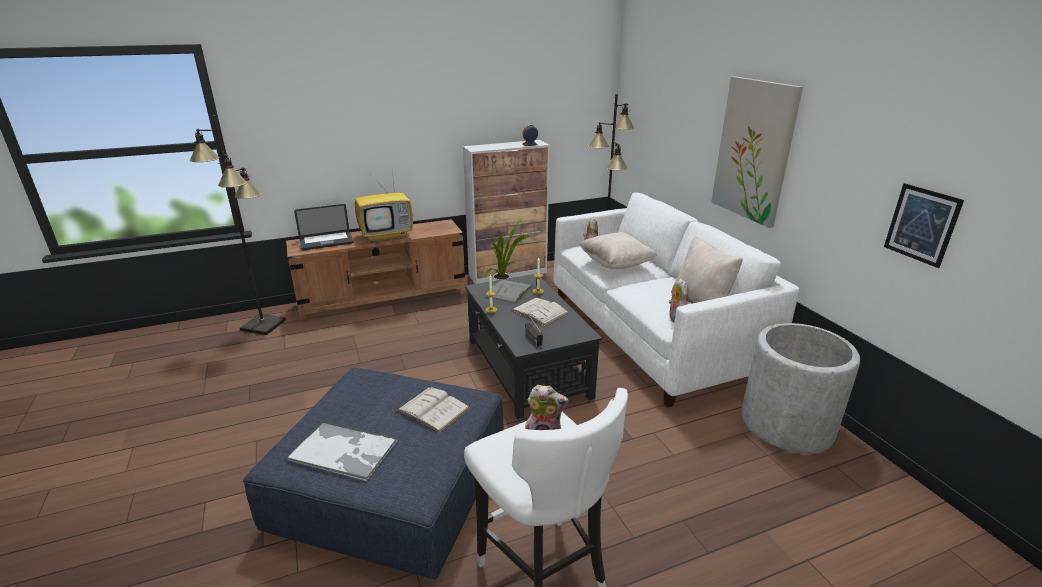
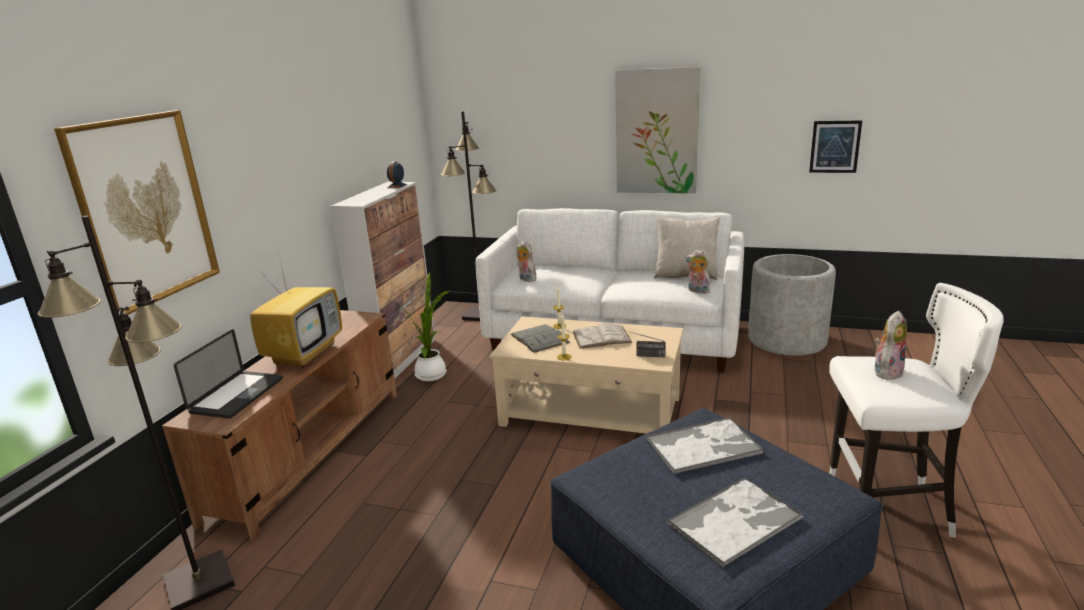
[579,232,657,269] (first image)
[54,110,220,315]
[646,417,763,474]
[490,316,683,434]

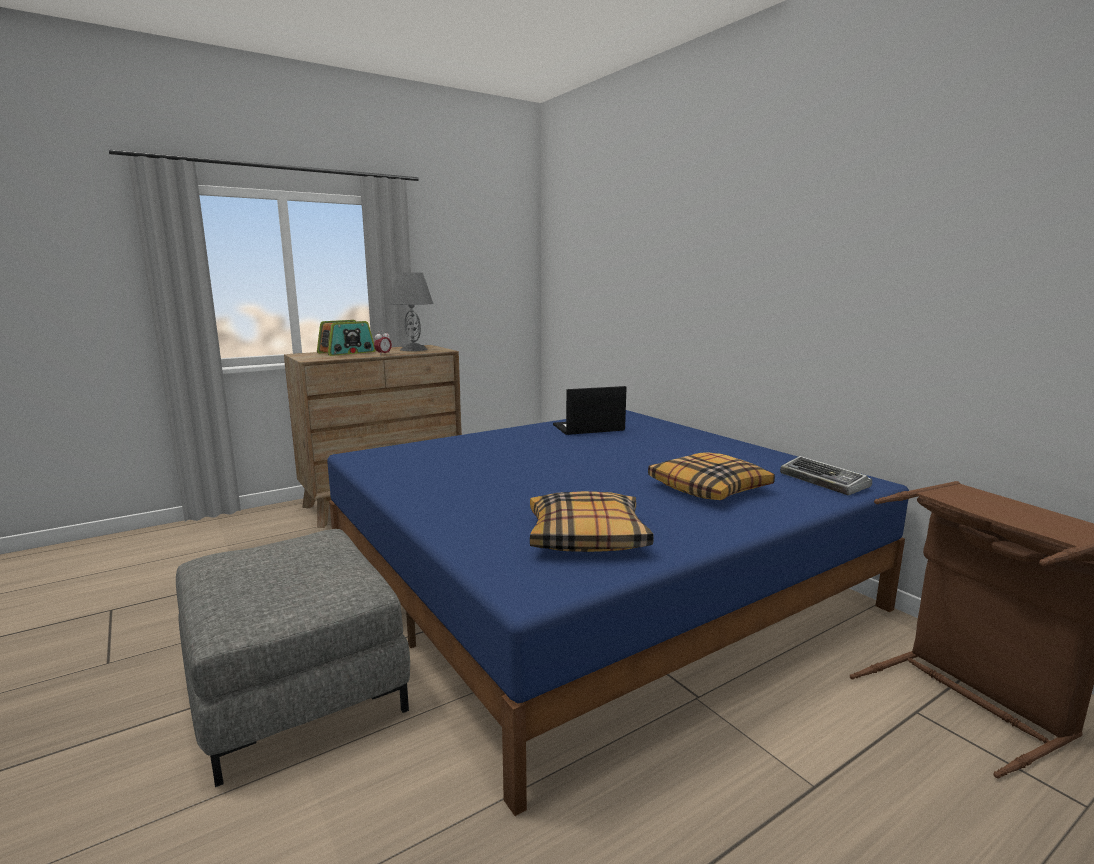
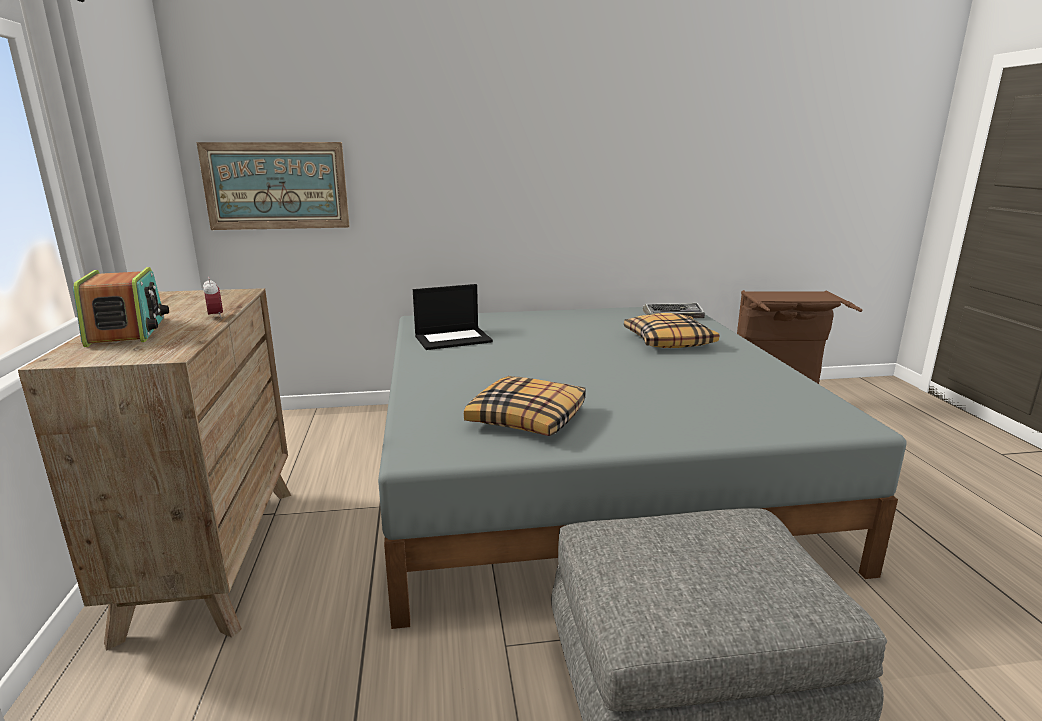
[389,272,434,351] (first image)
[197,142,350,230]
[464,376,585,436]
[378,307,907,629]
[413,284,493,350]

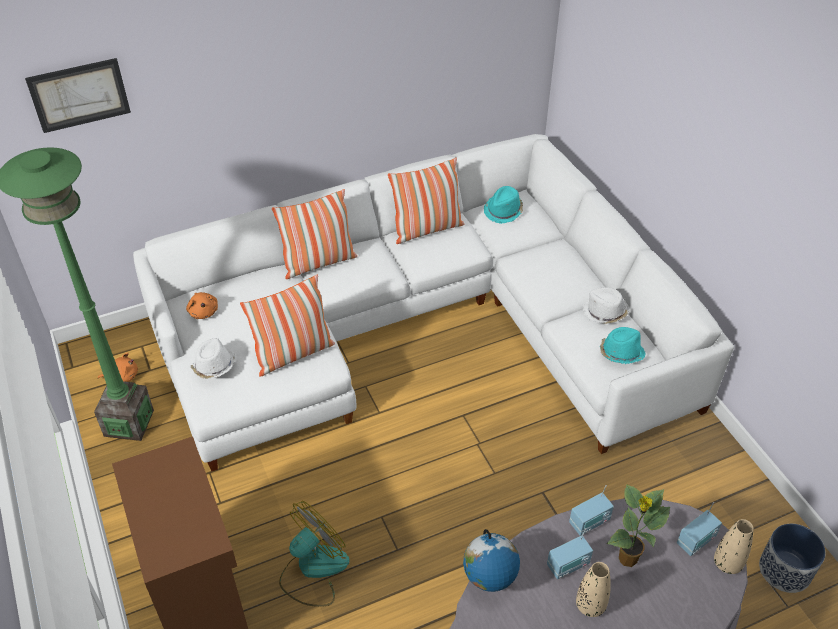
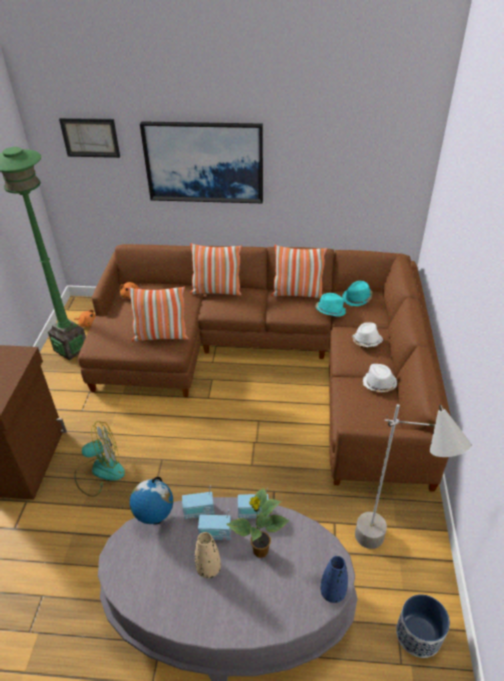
[140,121,263,203]
[355,404,471,549]
[352,322,383,347]
[315,293,346,317]
[182,485,215,519]
[78,244,451,492]
[321,556,348,603]

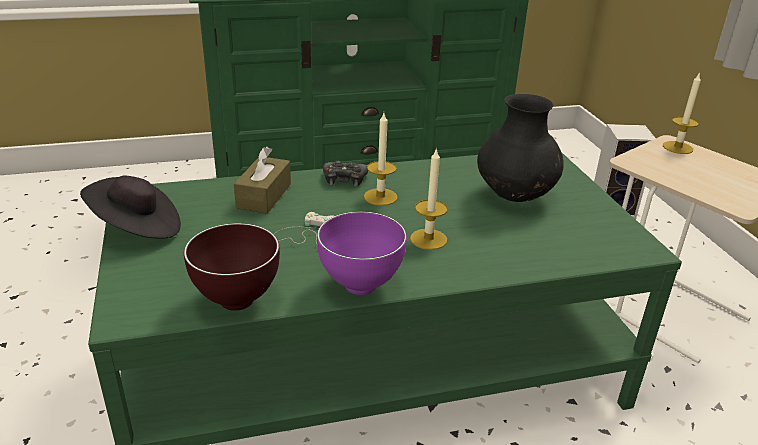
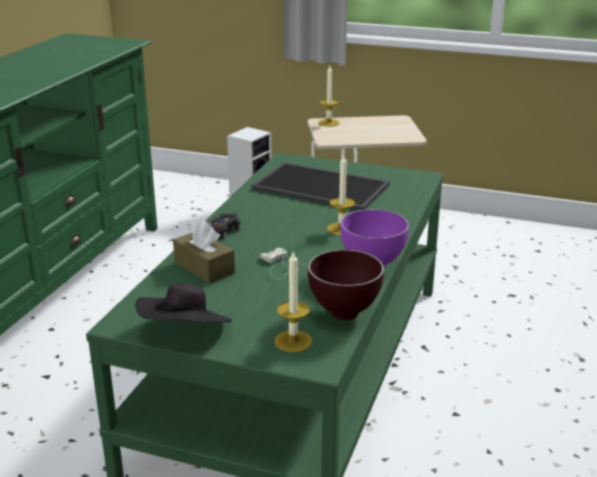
[275,252,312,352]
[252,162,390,210]

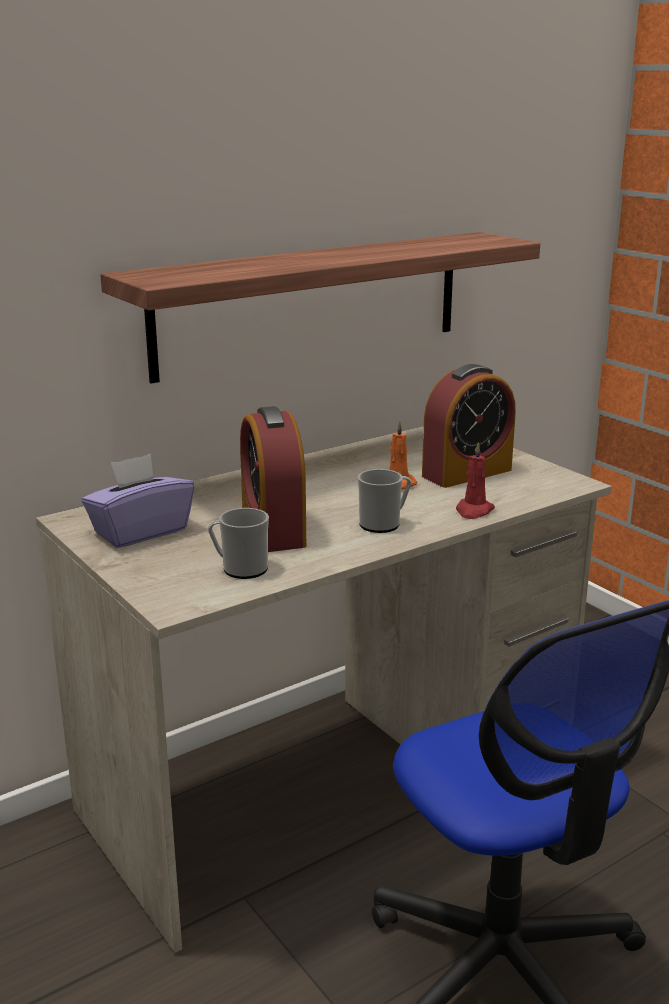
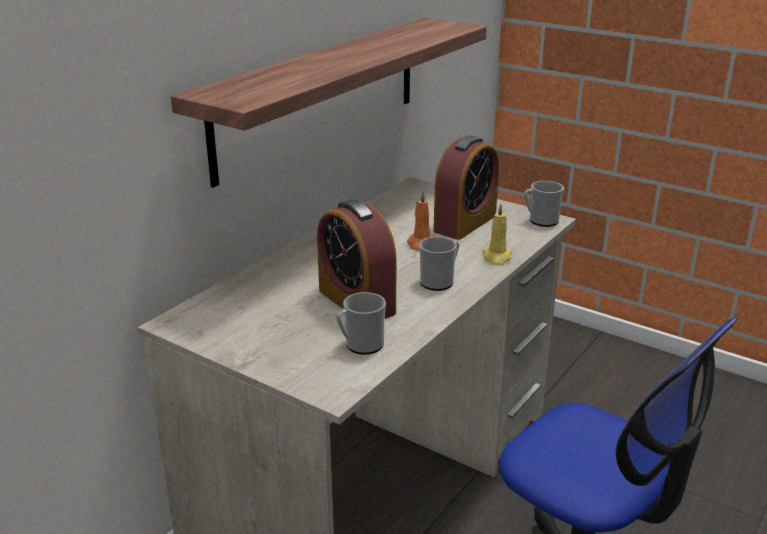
[82,454,194,548] (first image)
[524,181,564,227]
[483,204,512,266]

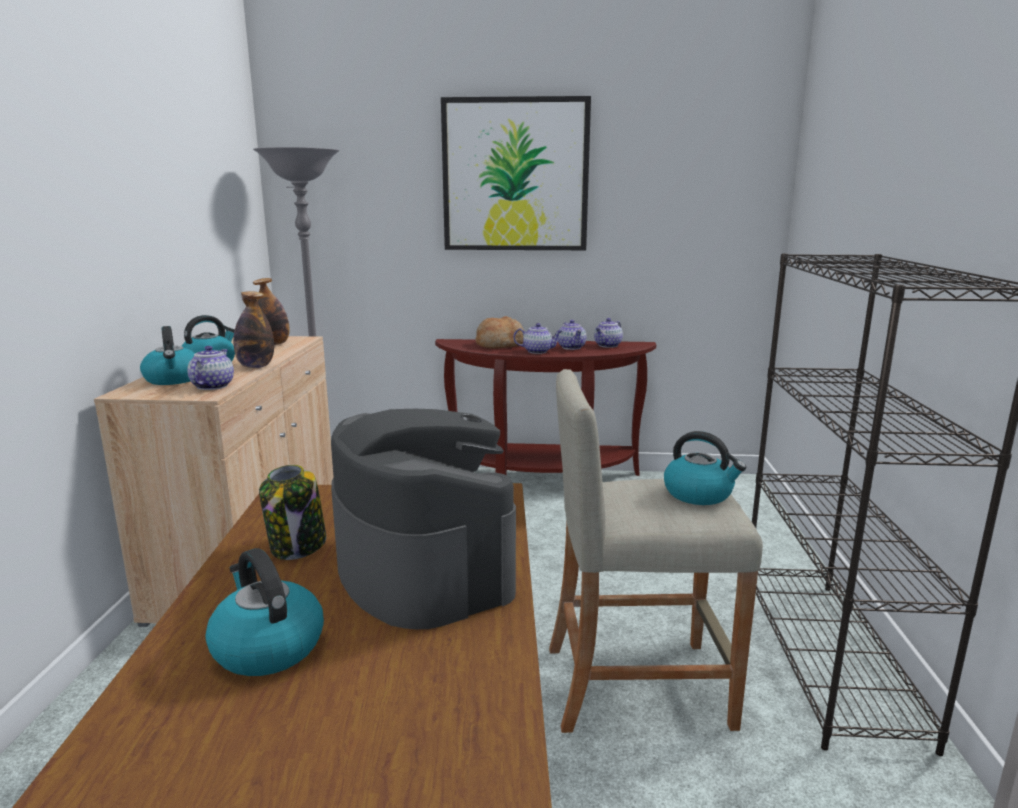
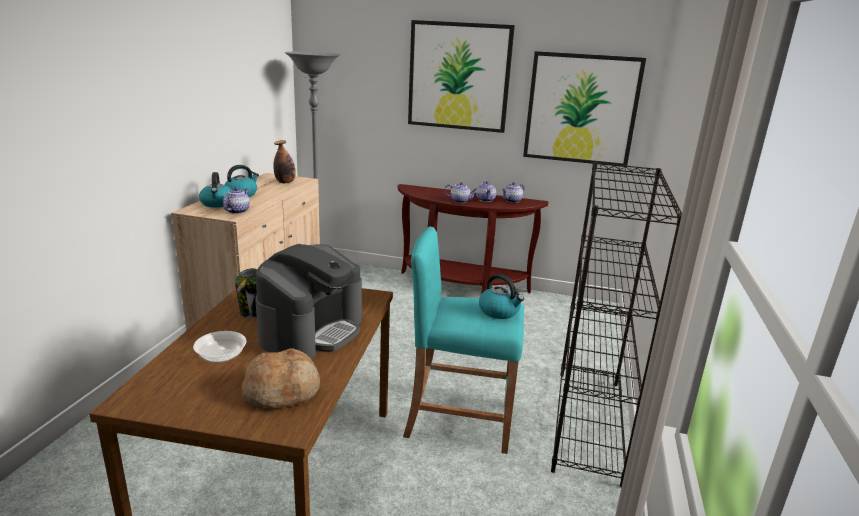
[233,291,274,368] (first image)
[523,51,646,167]
[242,348,320,409]
[193,331,247,363]
[403,226,524,454]
[255,244,362,359]

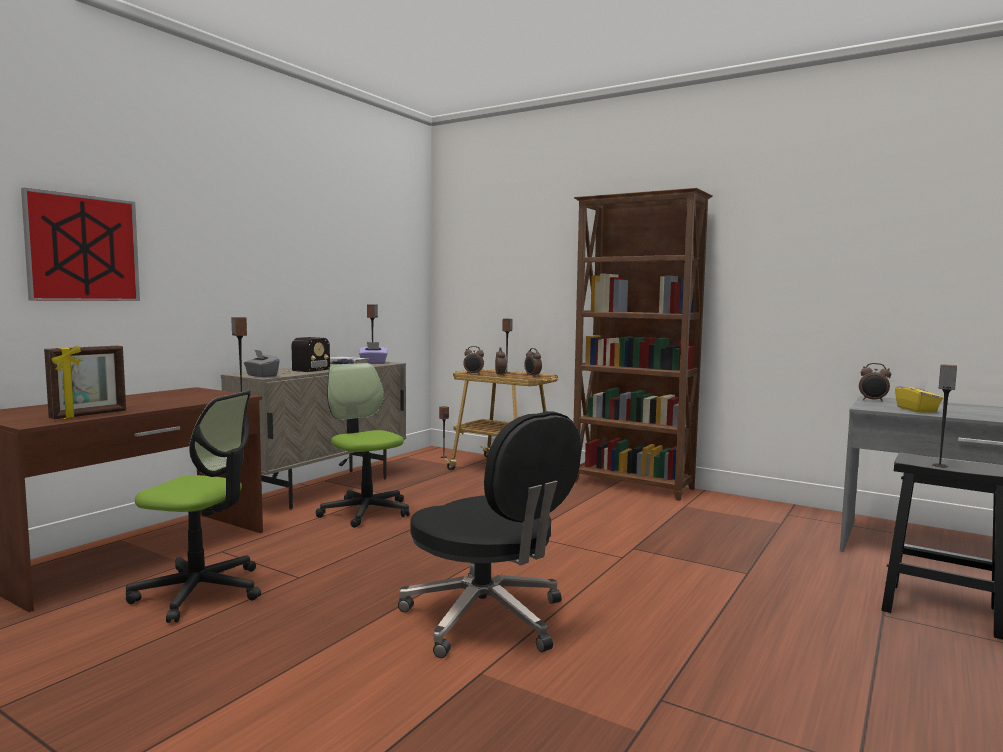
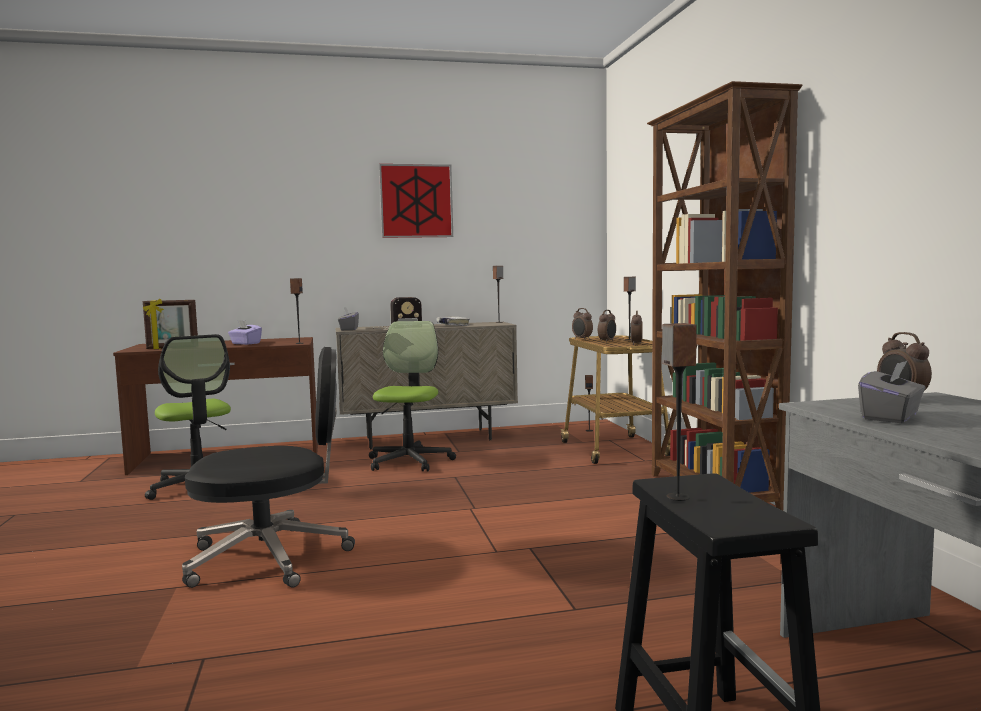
[379,164,453,238]
[228,320,262,345]
[858,360,925,423]
[182,347,355,588]

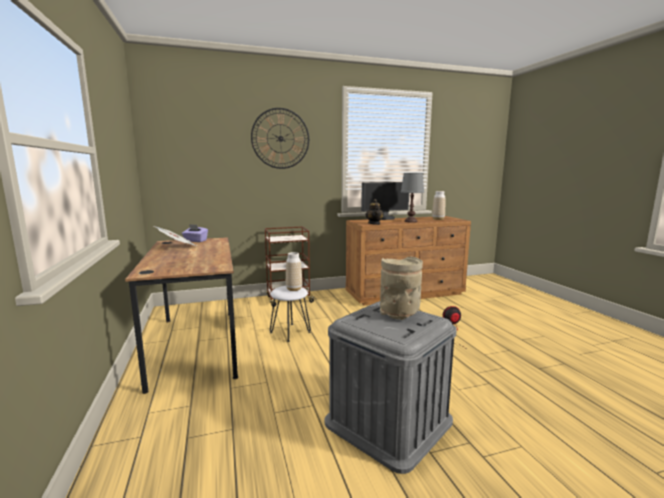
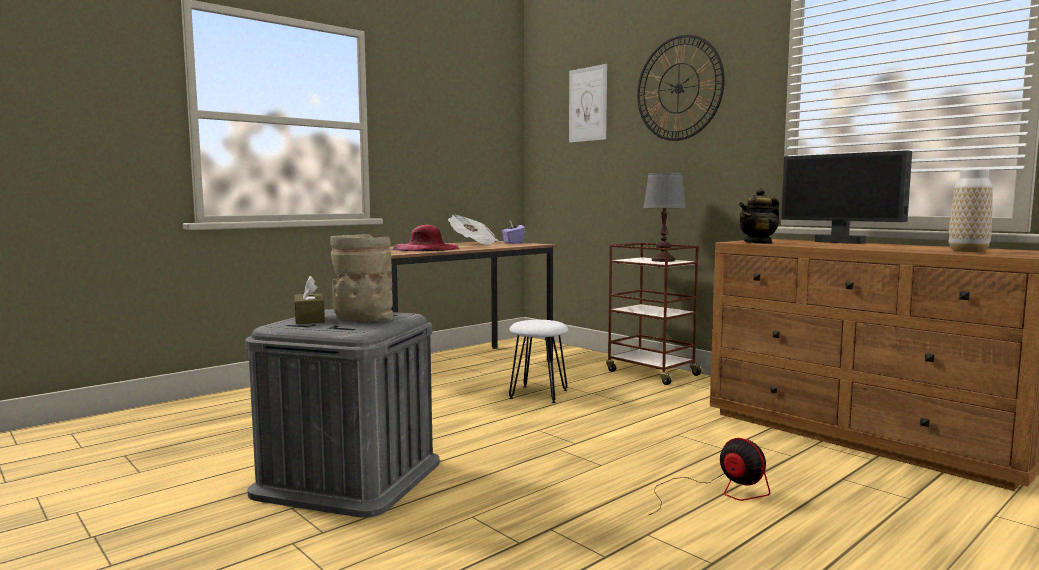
[286,252,302,291] (first image)
[295,276,325,324]
[393,225,459,251]
[569,64,607,143]
[643,173,686,262]

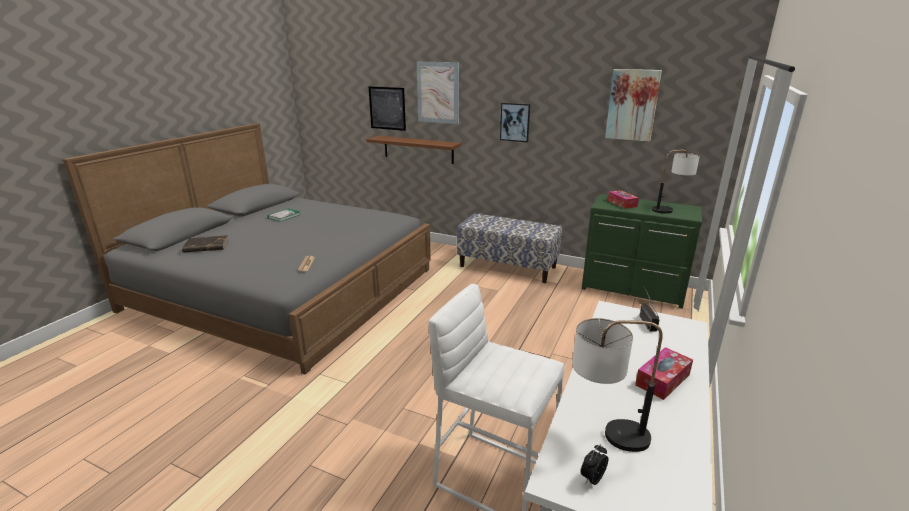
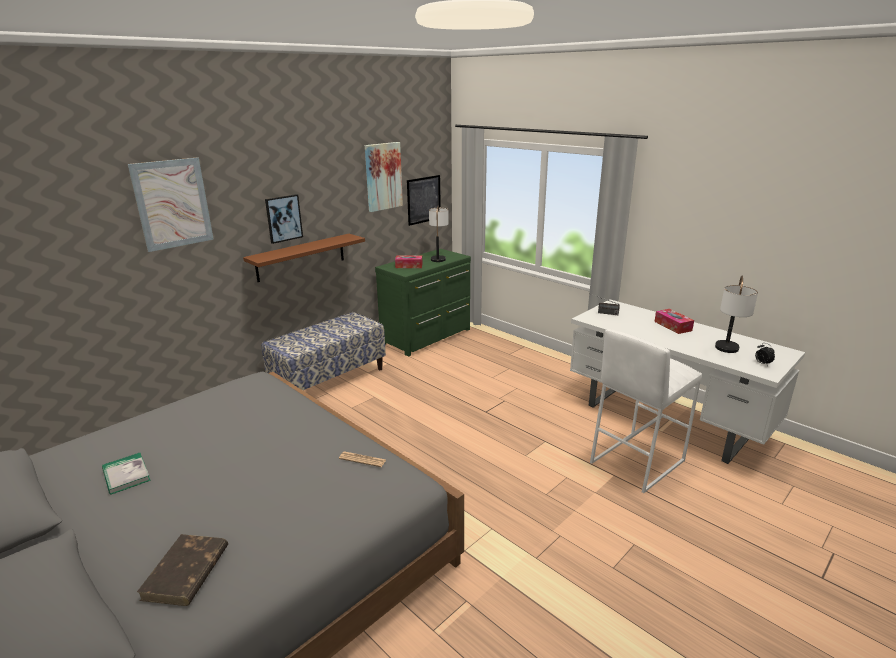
[243,234,365,282]
[407,175,441,226]

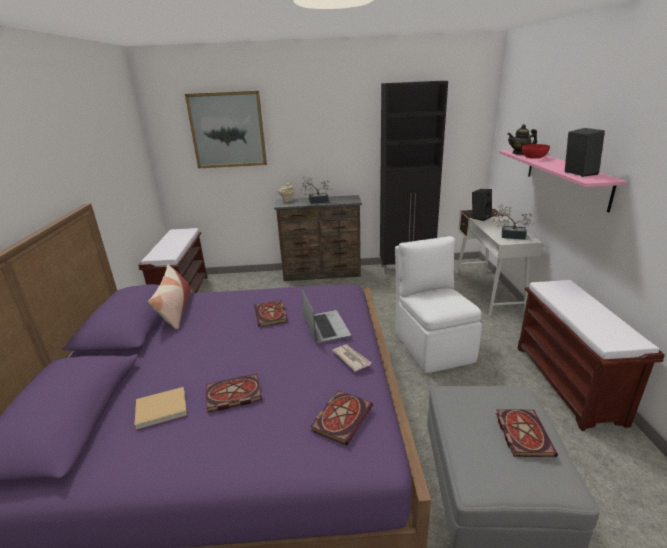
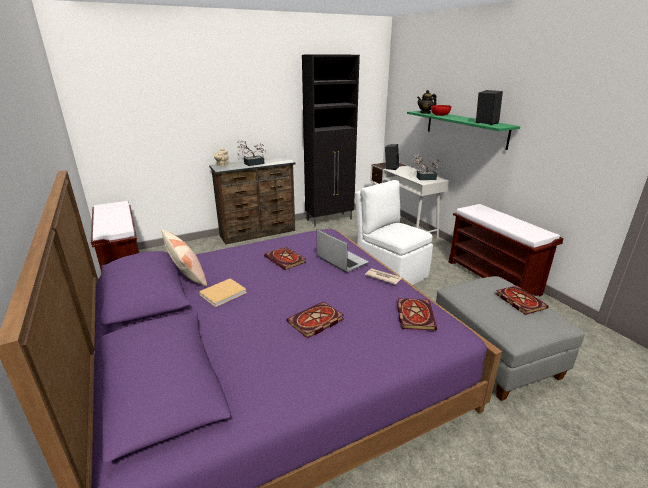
[185,91,267,168] (first image)
[199,279,247,307]
[407,111,520,150]

